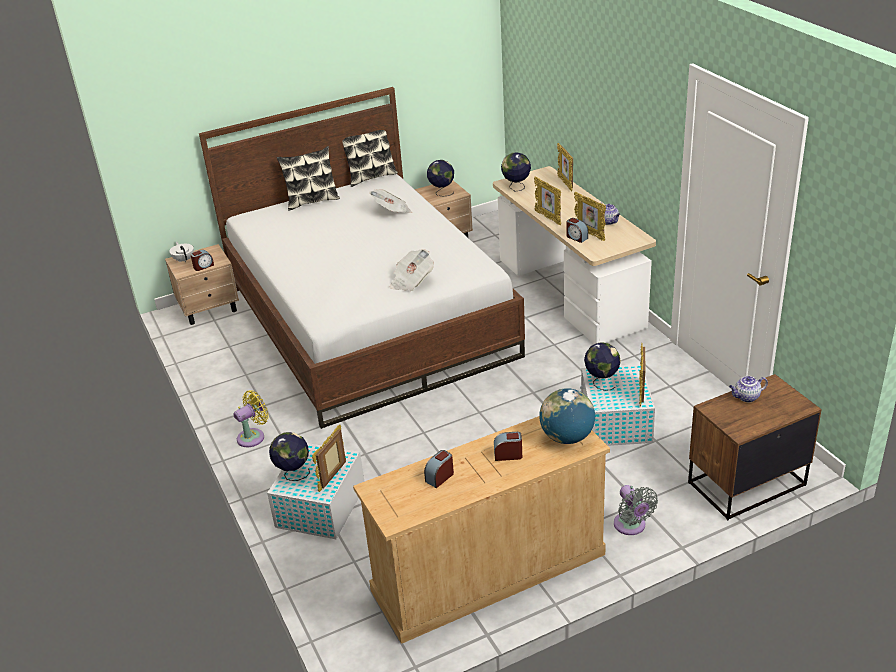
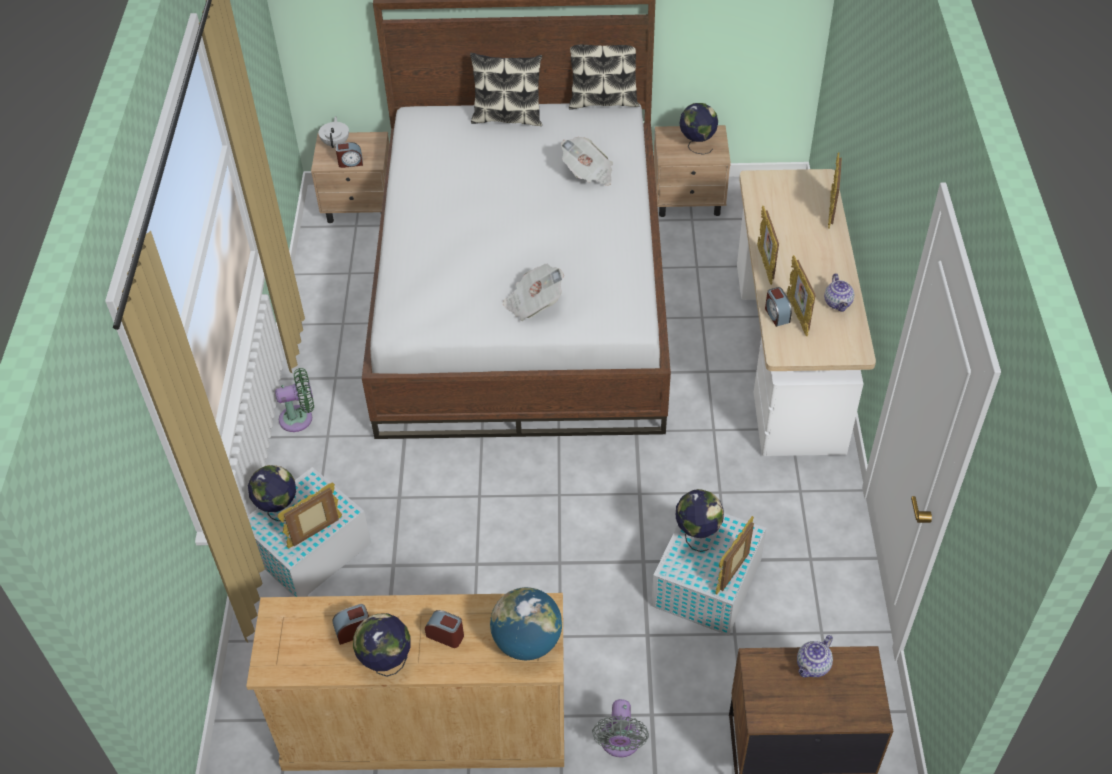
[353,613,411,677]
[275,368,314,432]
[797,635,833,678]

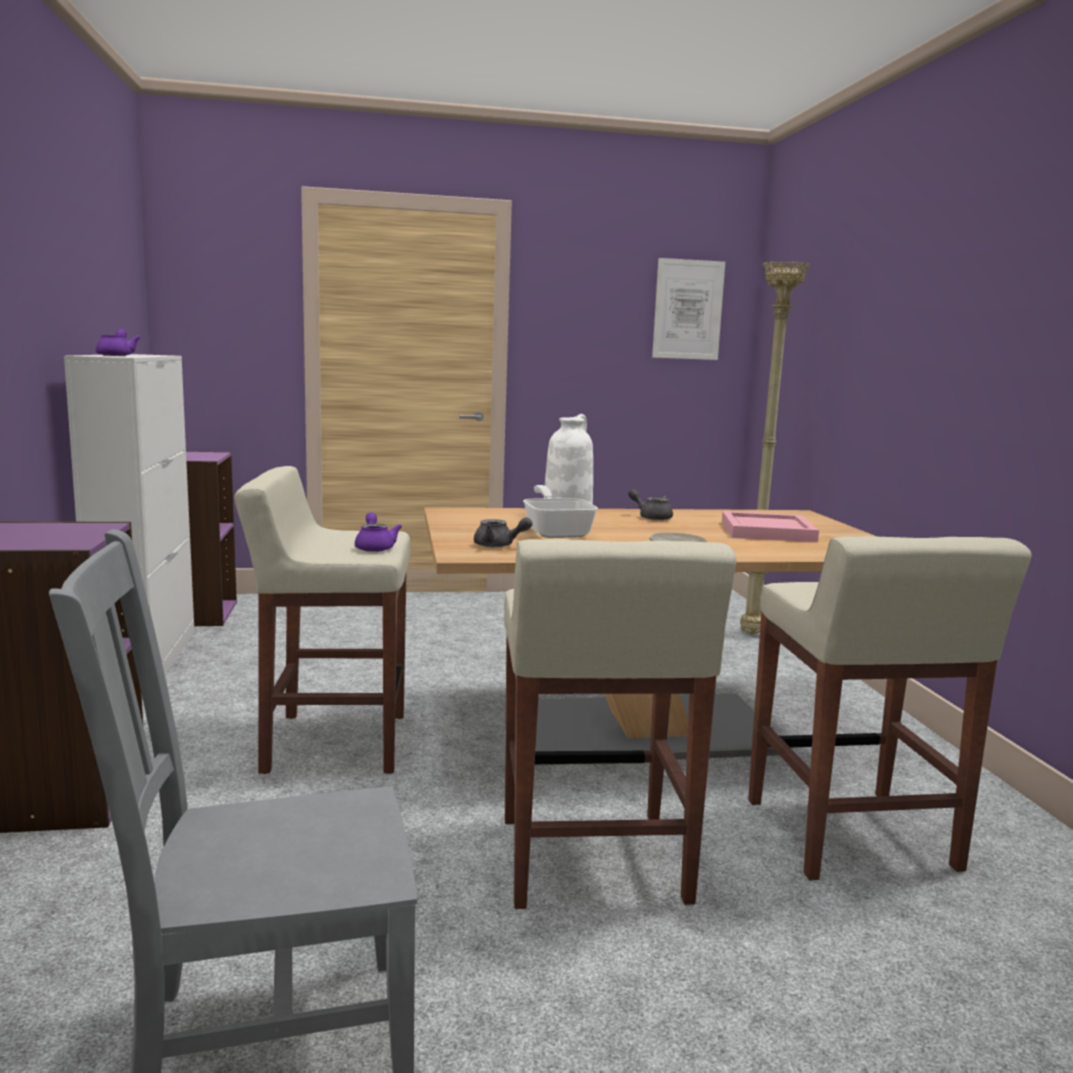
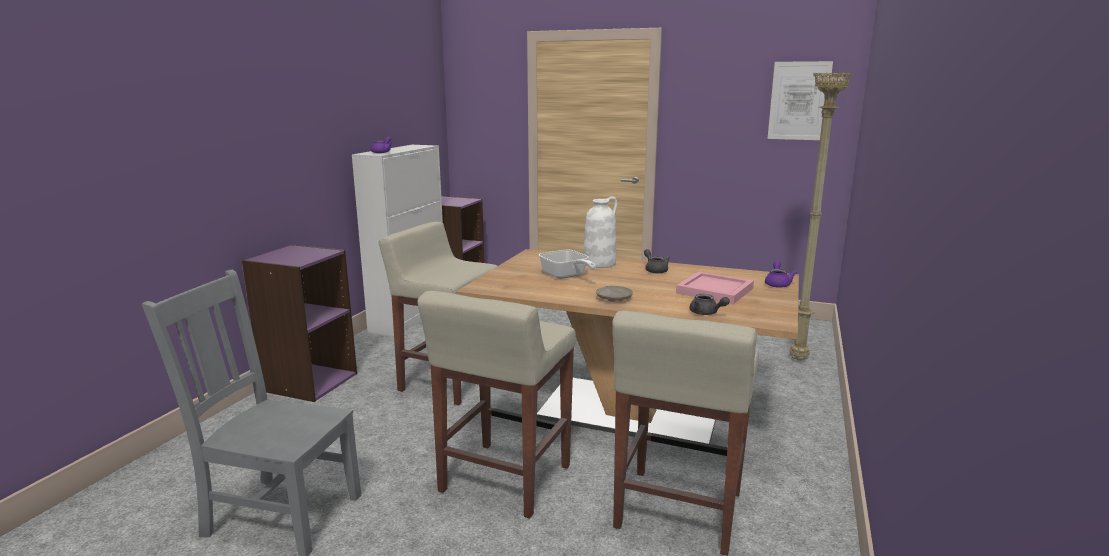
[765,261,797,288]
[689,294,730,315]
[539,250,596,279]

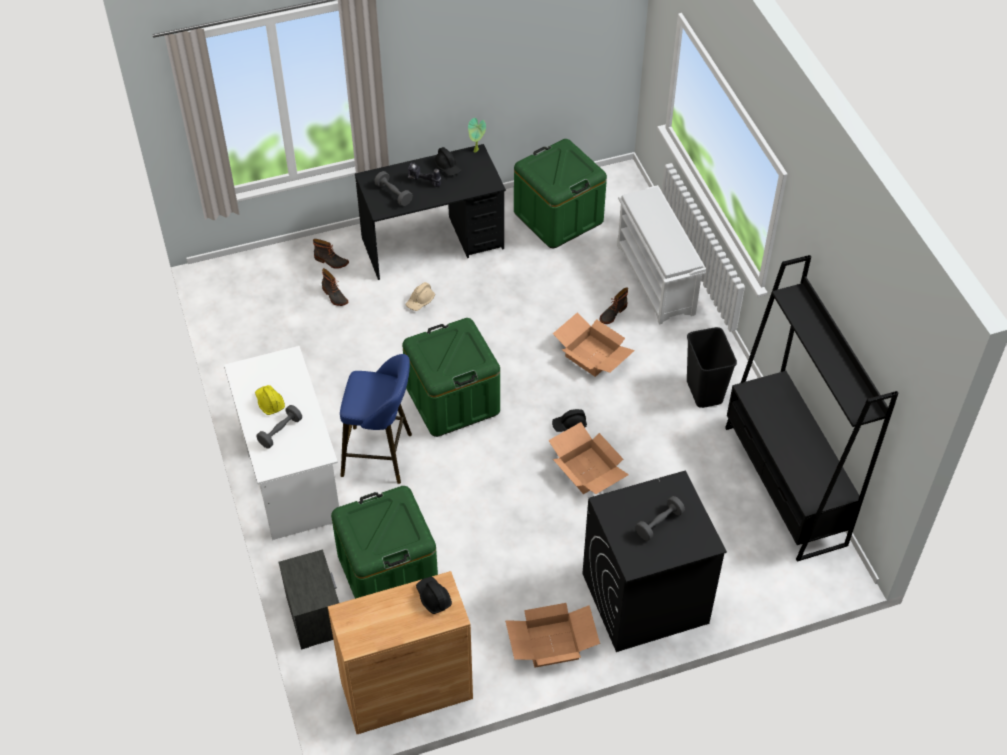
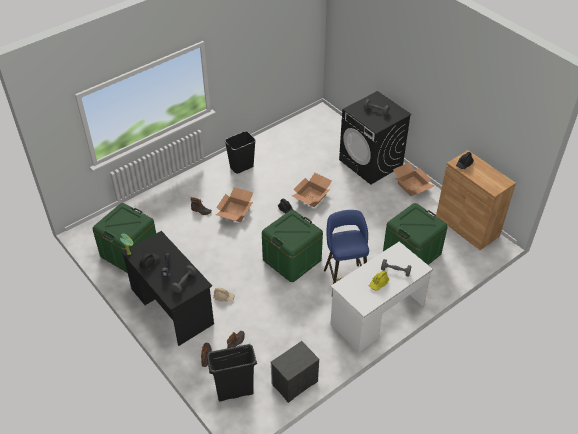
[617,185,706,324] (first image)
[725,255,898,562] (first image)
[207,344,257,401]
[271,341,320,403]

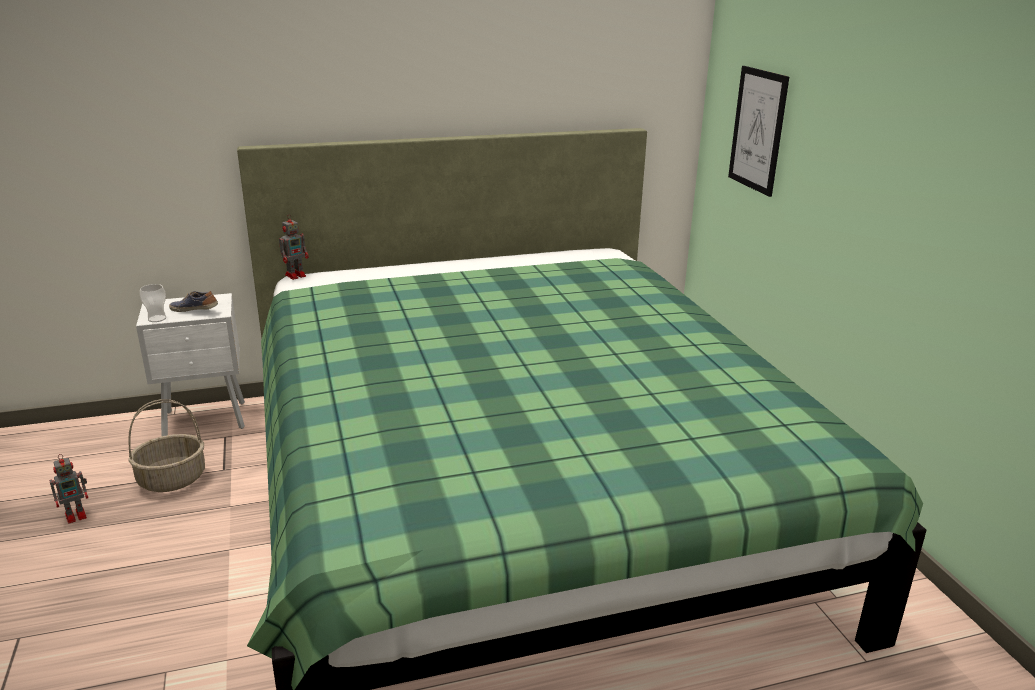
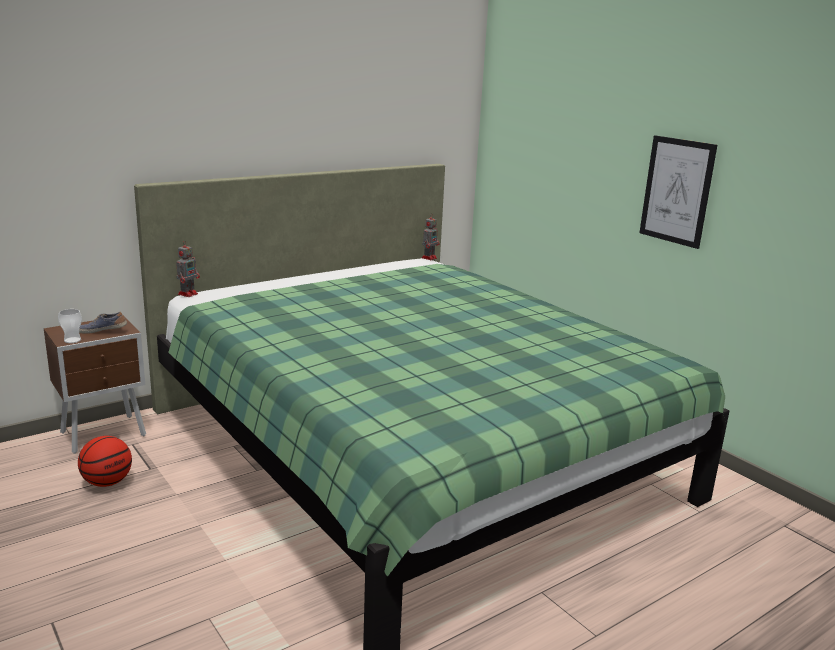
[421,213,440,260]
[639,135,717,249]
[78,436,132,487]
[43,318,146,454]

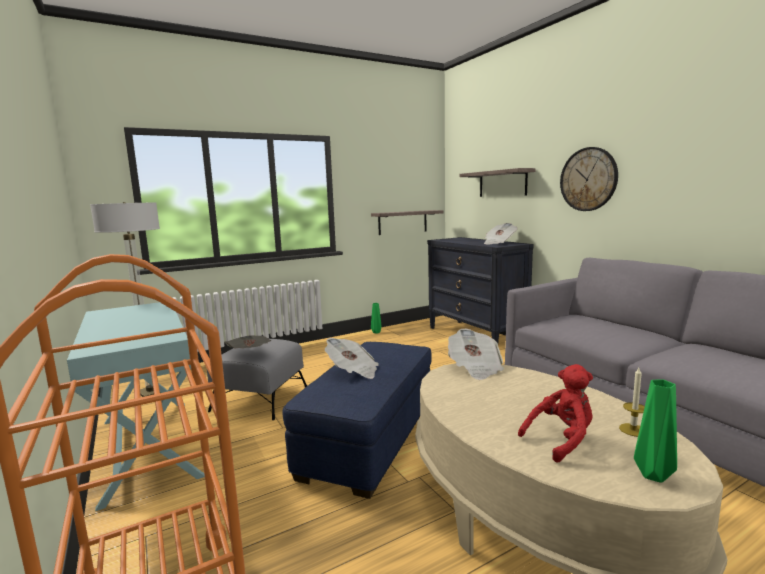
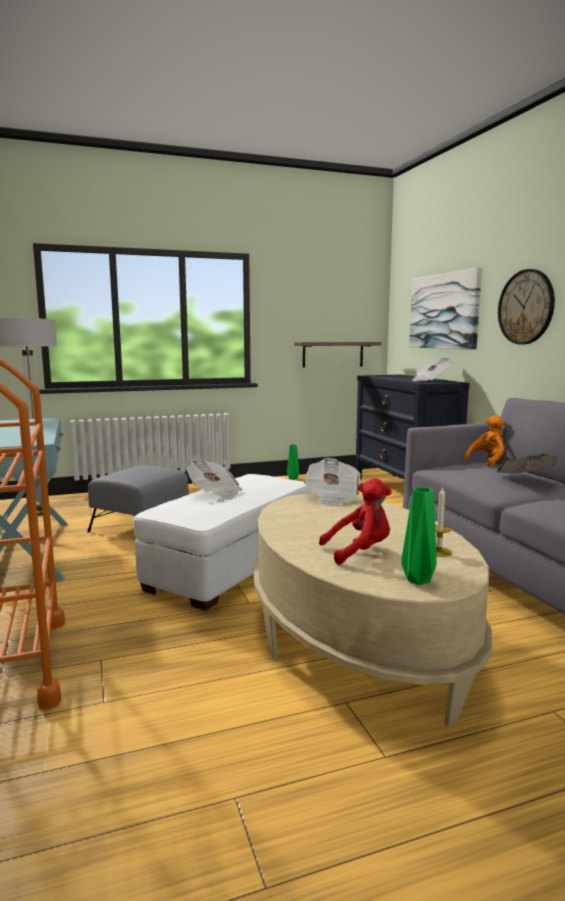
[463,415,505,467]
[497,454,558,474]
[409,267,482,350]
[133,474,310,611]

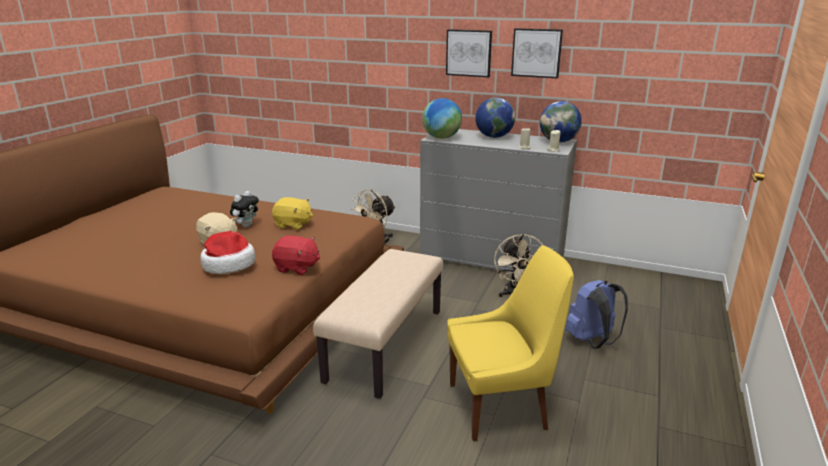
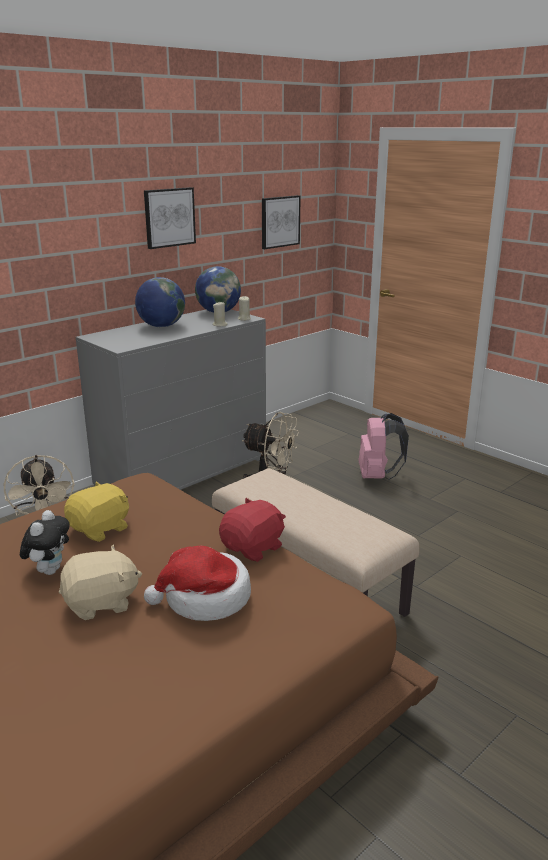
[422,98,462,139] (first image)
[447,245,574,441] (first image)
[262,195,301,249]
[359,413,409,480]
[20,510,70,575]

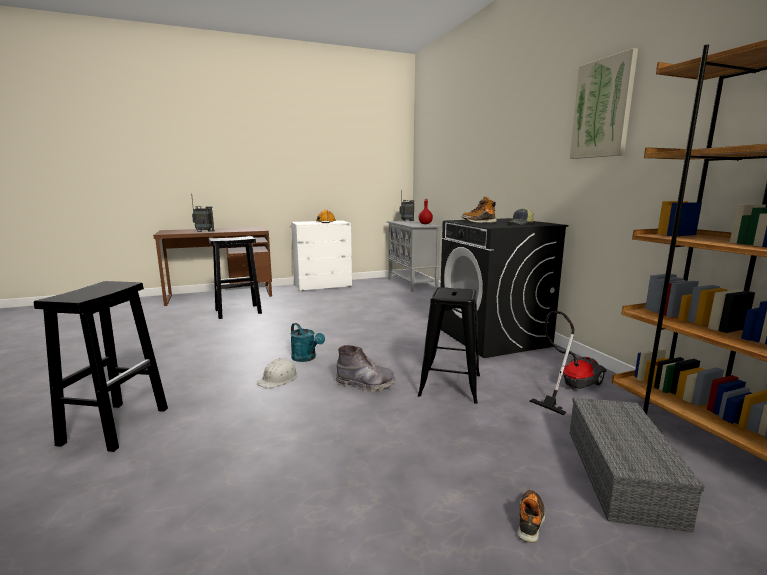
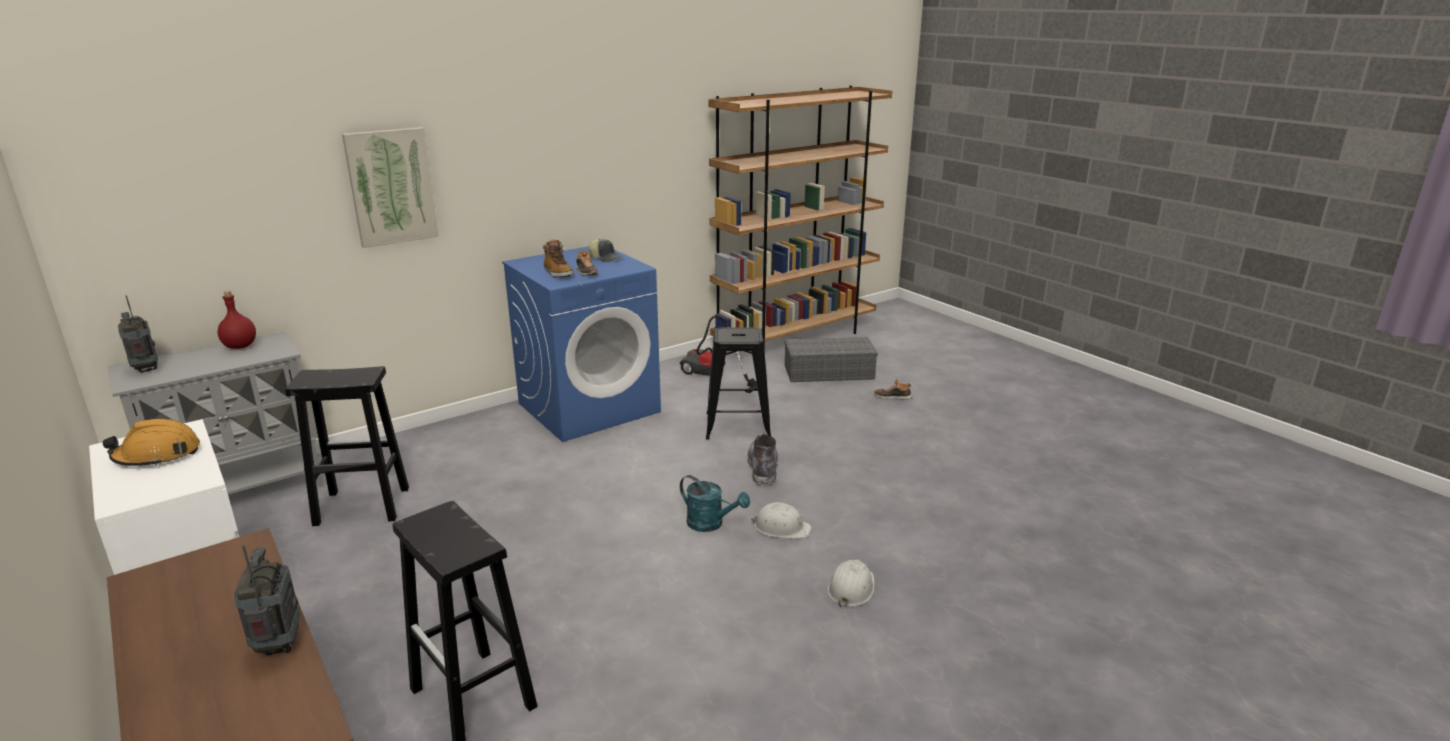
[827,560,874,608]
[285,366,409,526]
[342,127,439,248]
[502,246,661,442]
[680,475,750,532]

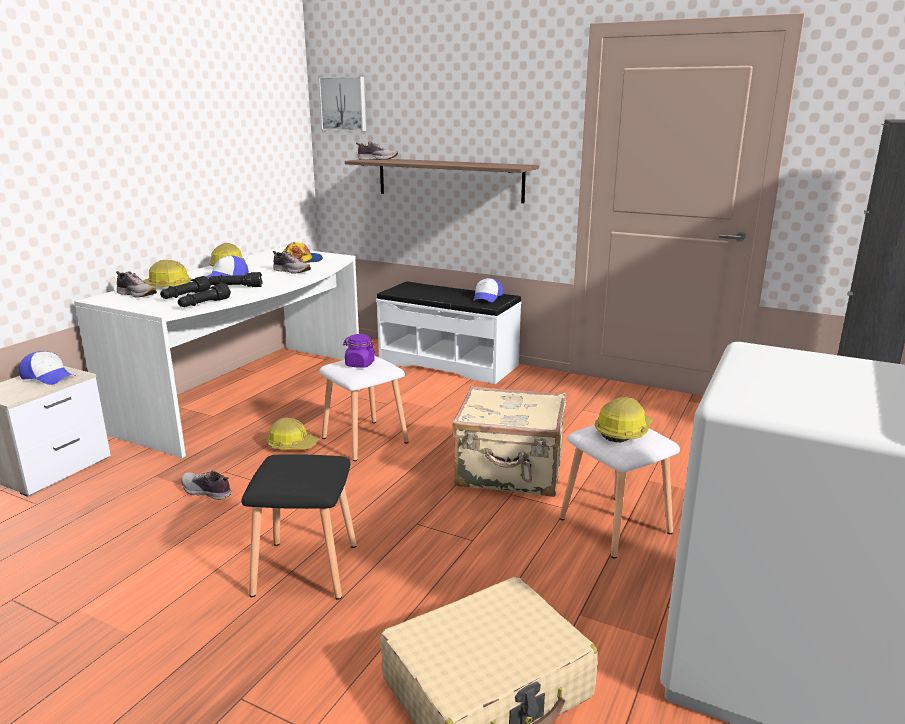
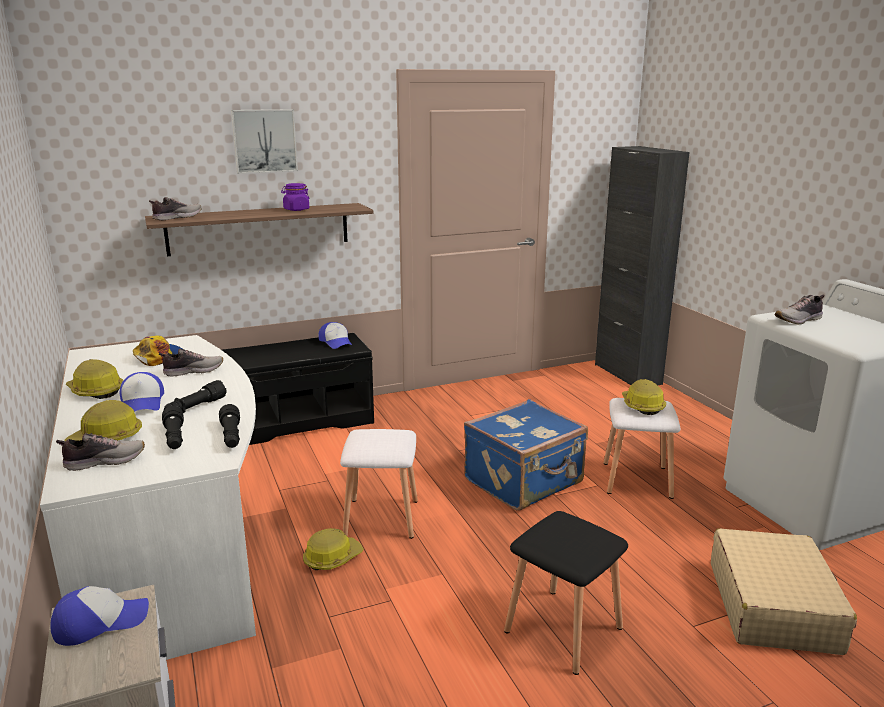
[775,295,825,325]
[231,109,298,174]
[281,183,310,211]
[222,333,374,445]
[464,399,588,510]

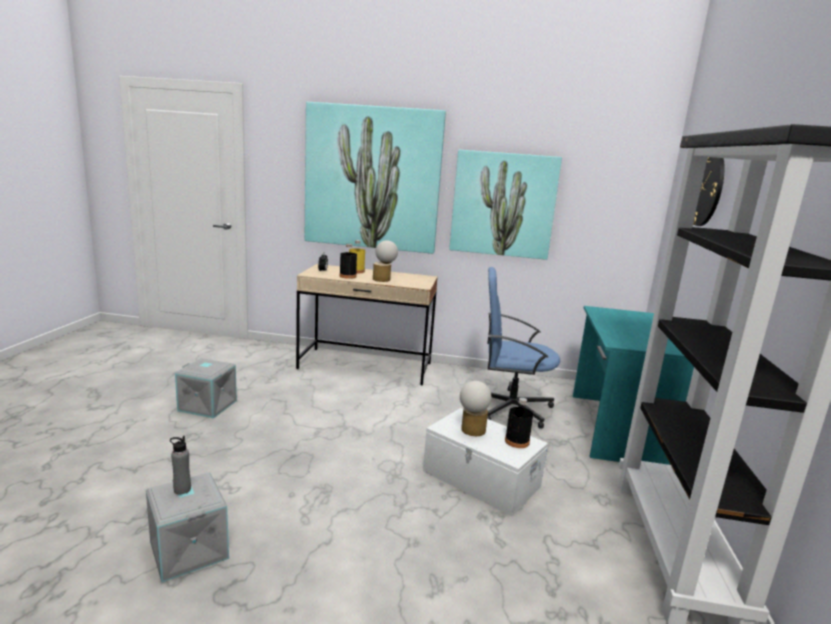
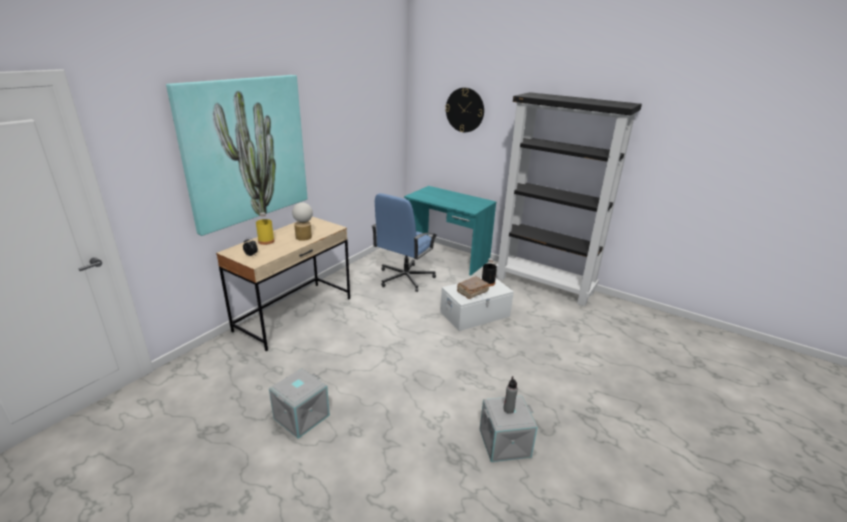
[339,244,357,279] (first image)
[449,150,562,260] (first image)
[457,276,489,299]

